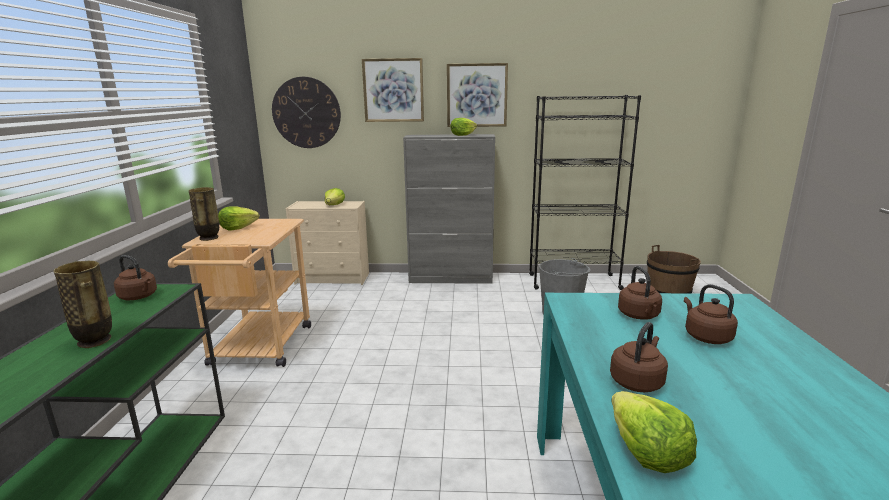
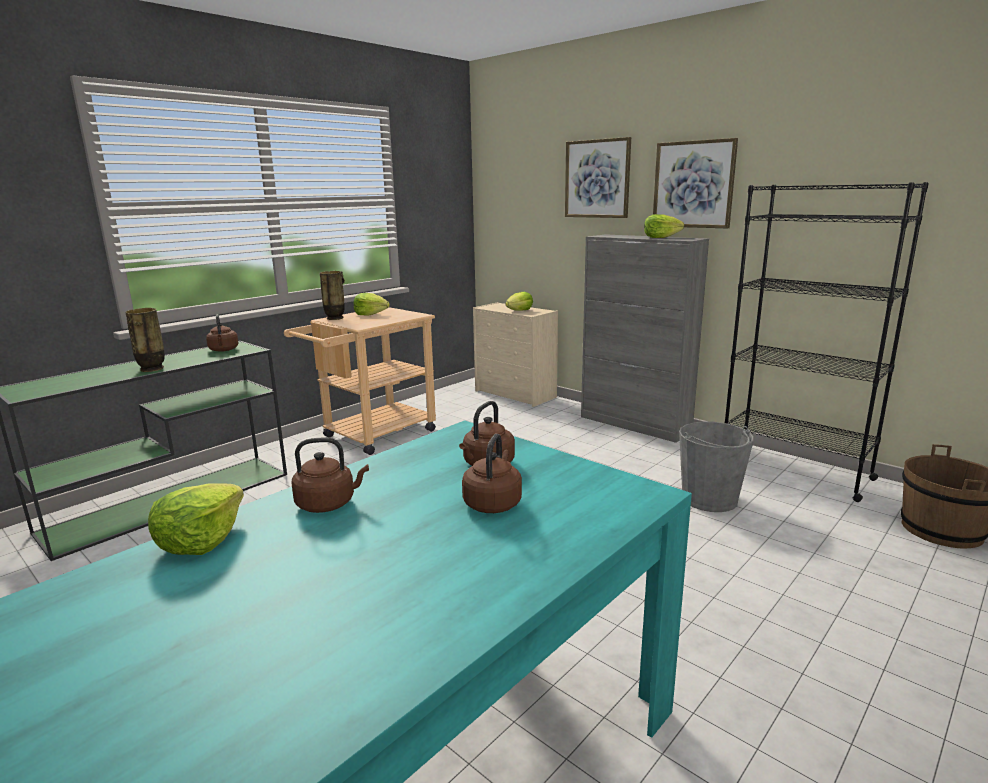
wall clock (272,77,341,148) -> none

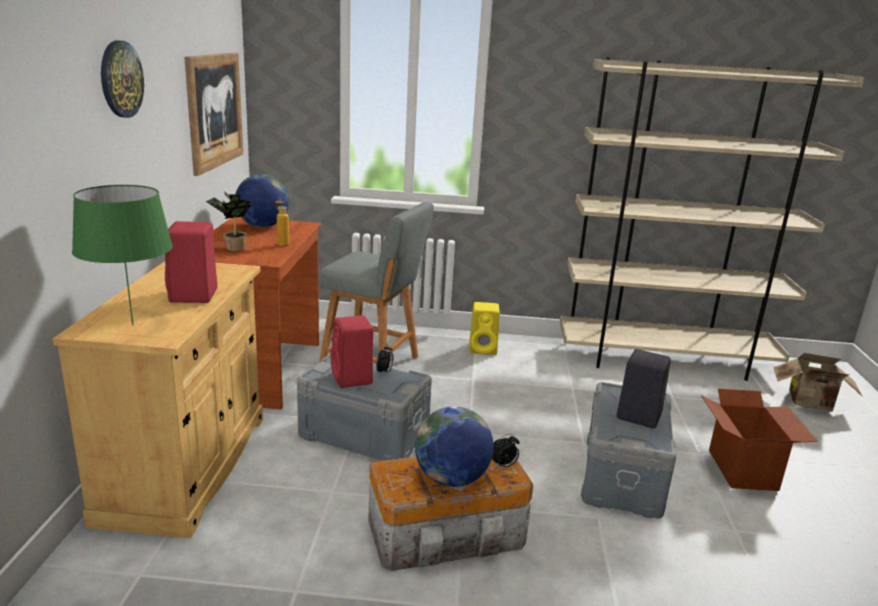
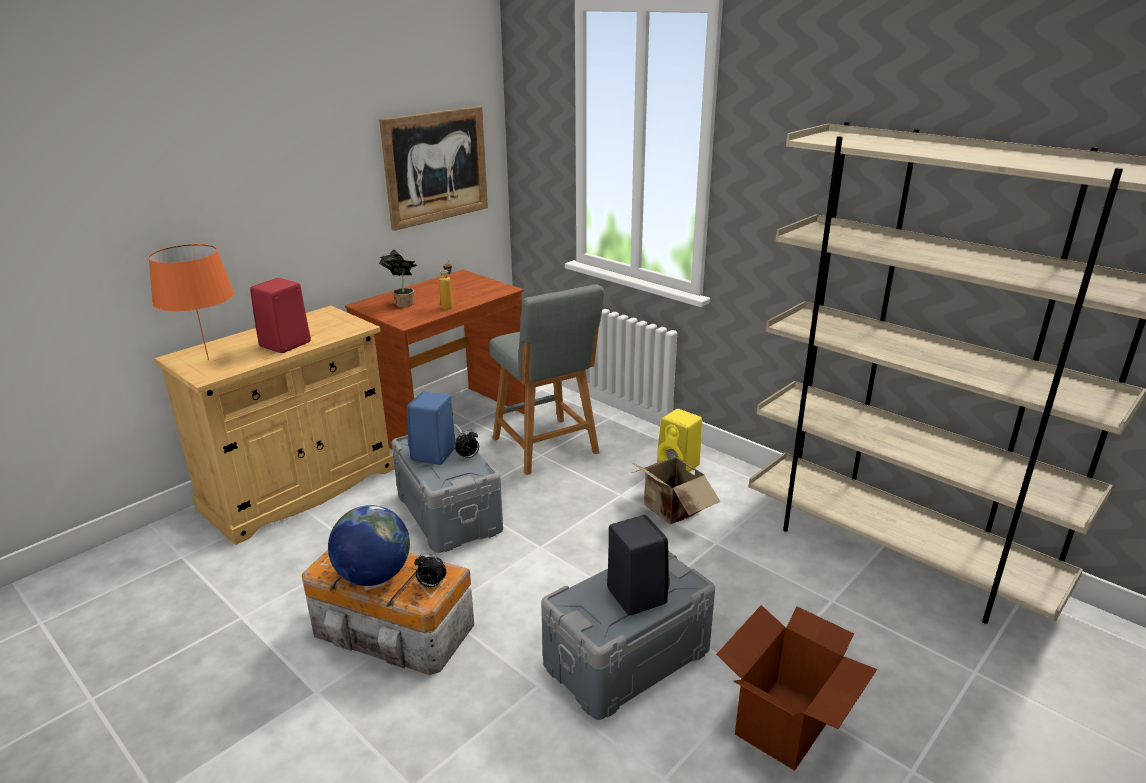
wall clock (101,41,144,118) -> none
globe (235,174,289,227) -> none
cardboard box (773,353,863,412) -> cardboard box (631,450,720,524), shifted
green table lamp (72,185,173,325) -> orangey table lamp (148,244,234,360)
reddish audio speaker (331,315,373,388) -> blue-coloured audio speaker (407,391,456,465)

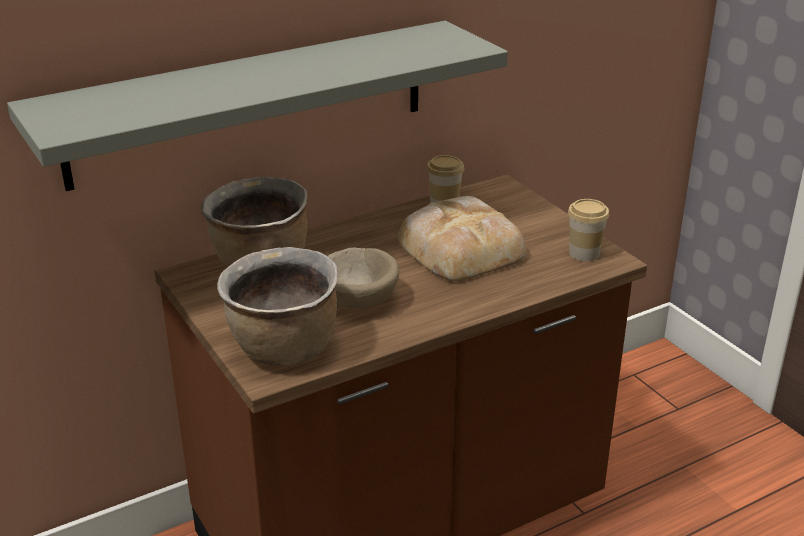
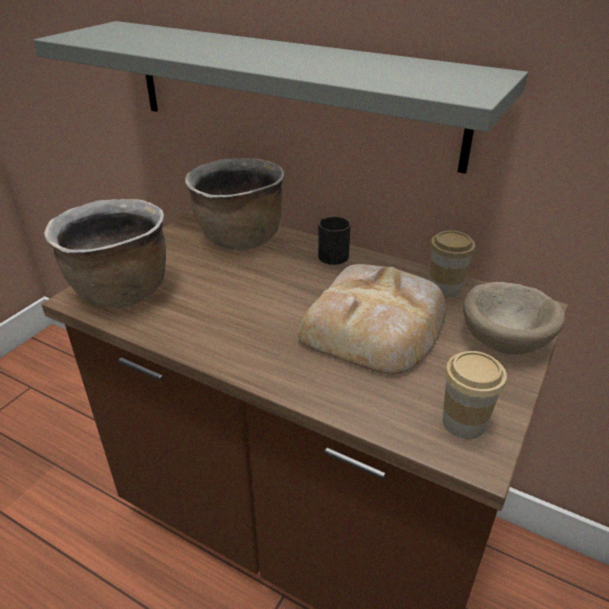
none -> black mug (318,216,350,265)
sand-coloured deep dish (328,247,399,309) -> sand-coloured deep dish (463,282,565,355), shifted

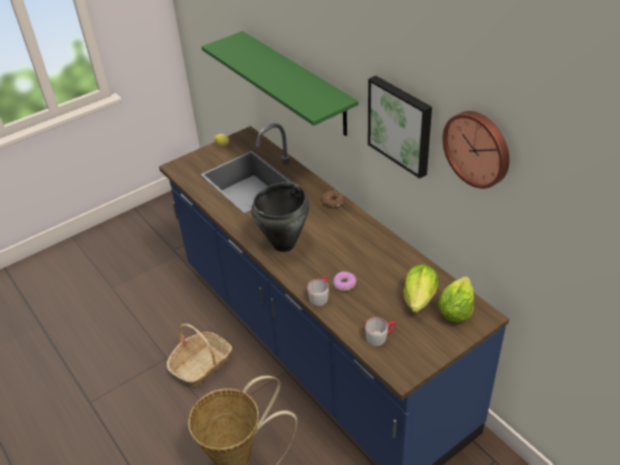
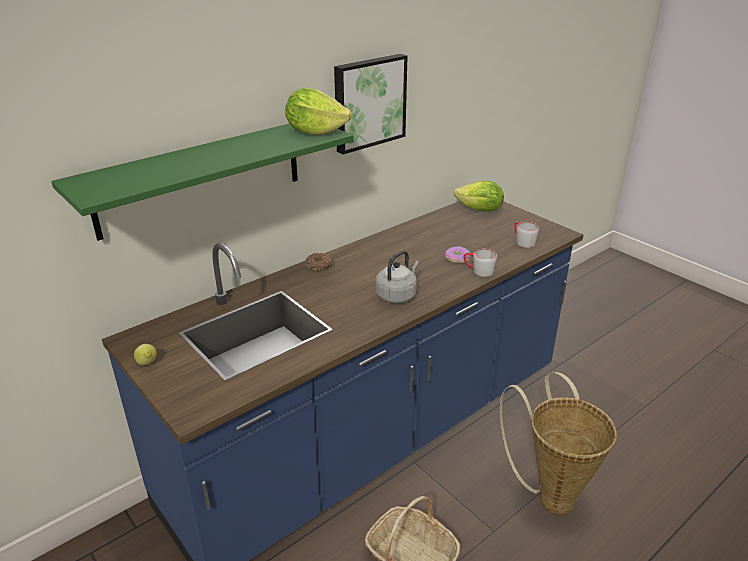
wall clock (442,111,510,189) -> none
lettuce head (403,264,439,313) -> lettuce head (285,88,352,135), shifted
black stockpot (252,182,309,252) -> grey water kettle (376,250,419,303)

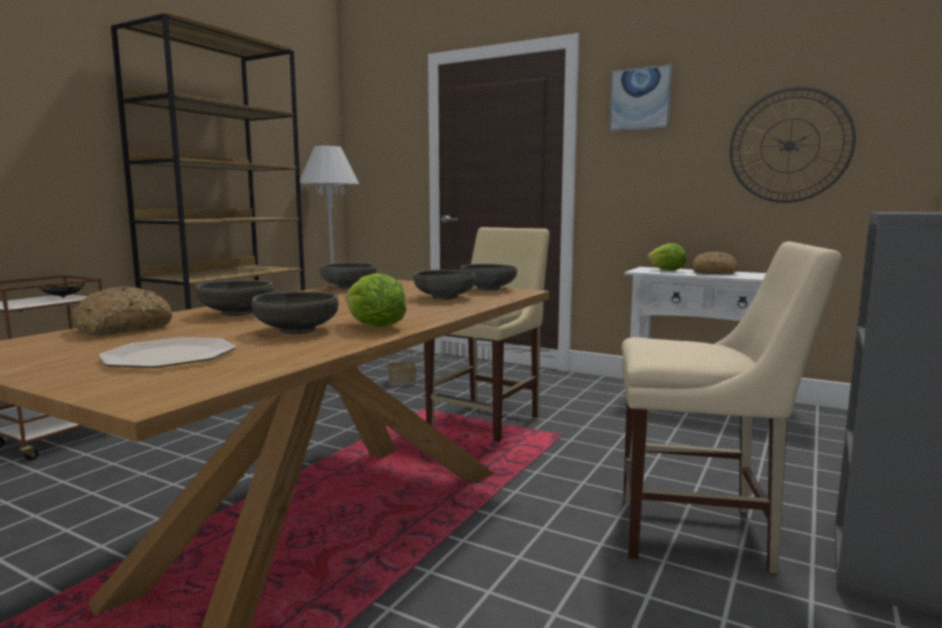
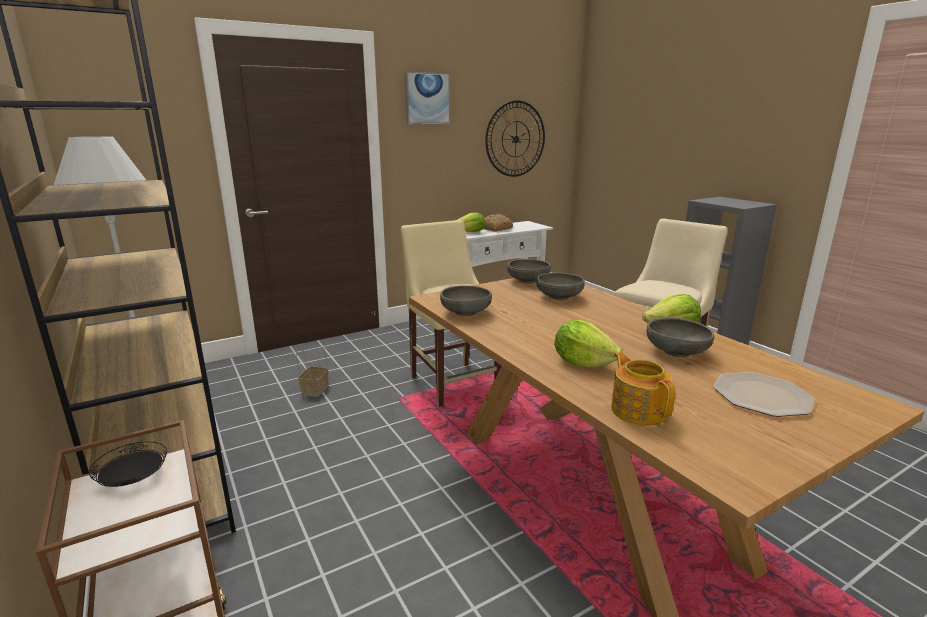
bread (71,287,172,336) -> teapot (611,352,676,426)
grey deep dish (196,280,273,316) -> lettuce head (554,319,623,368)

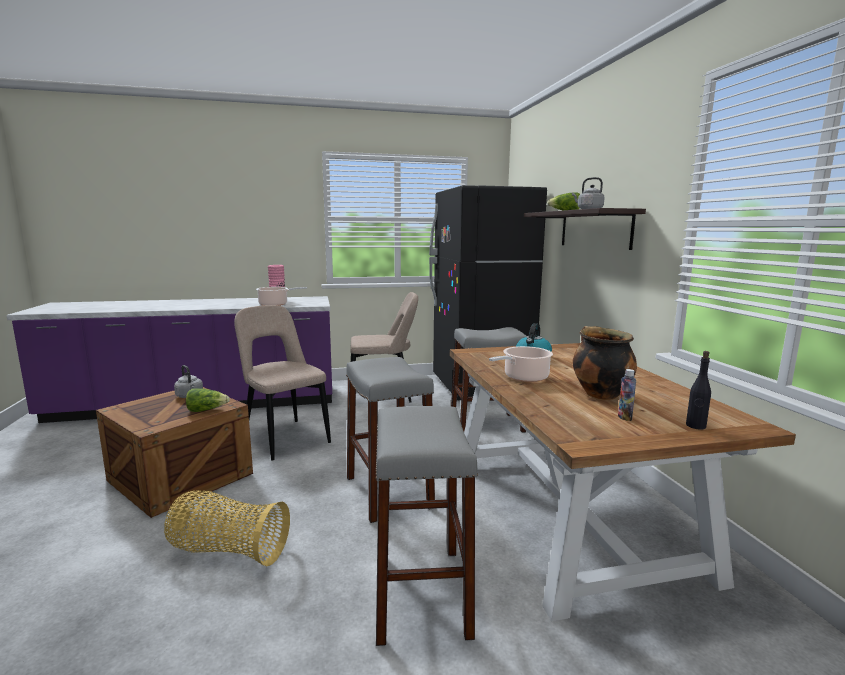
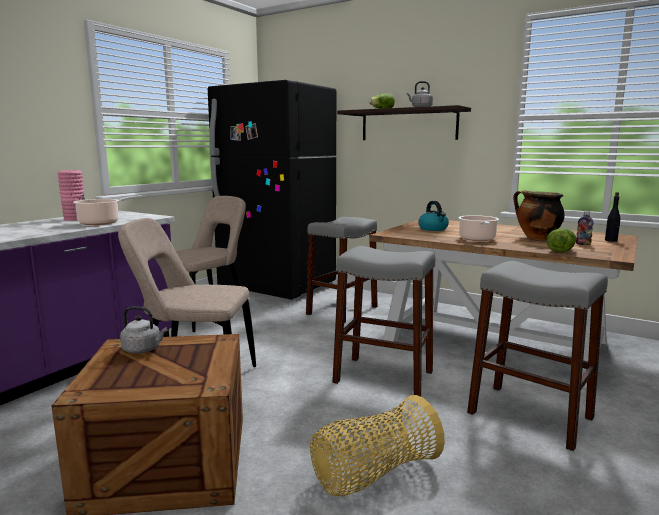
lettuce head (186,388,230,412) -> lettuce head (547,228,577,253), shifted

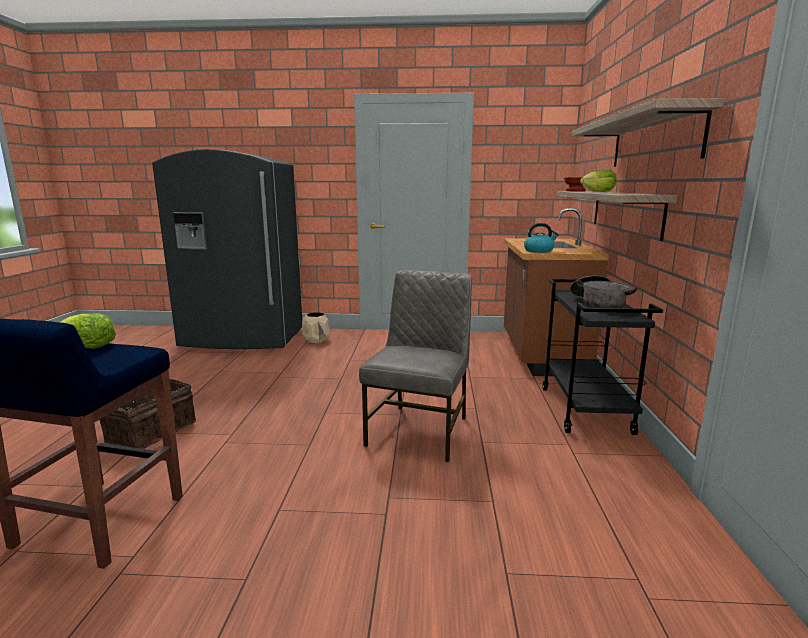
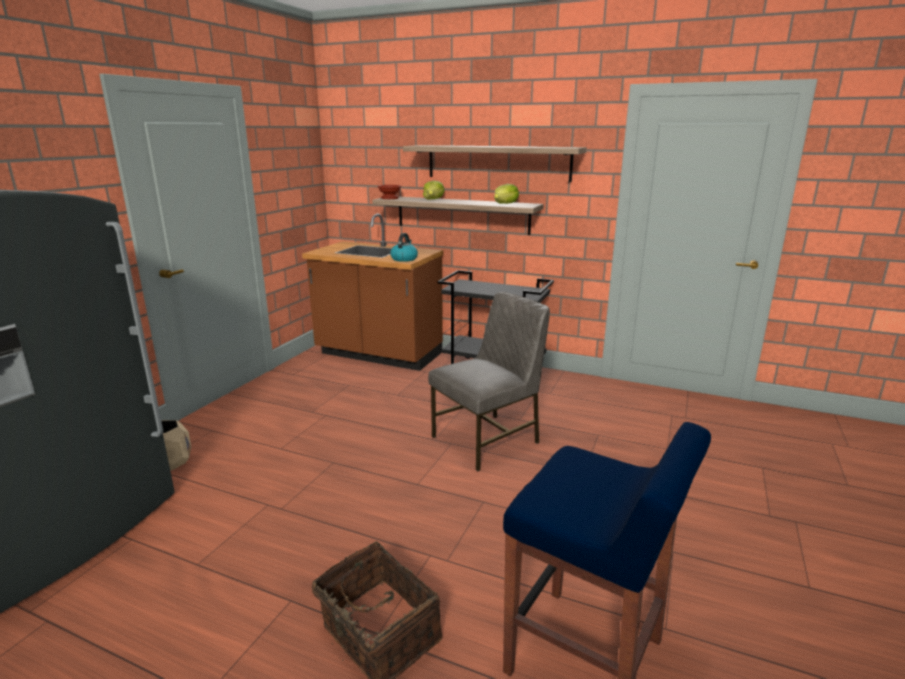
stockpot (570,276,638,308) -> none
lettuce head (61,314,116,349) -> lettuce head (494,184,519,204), shifted
grey plain chair (359,270,472,462) -> grey plain chair (428,292,550,471), 105 degrees clockwise

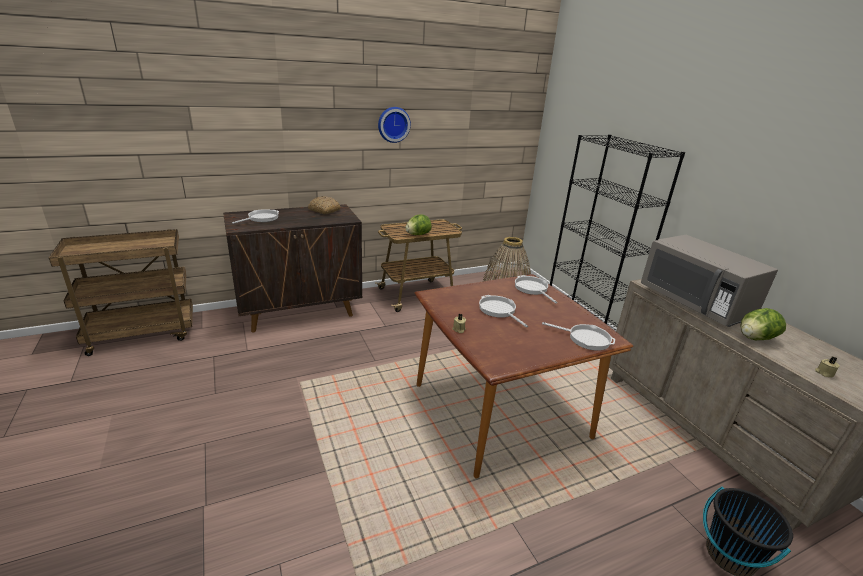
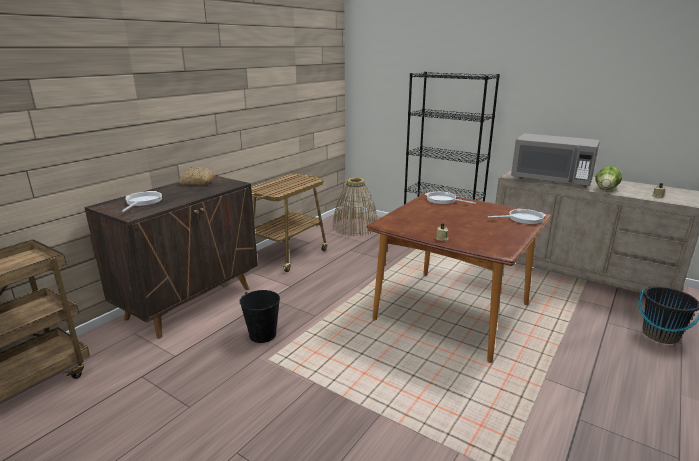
wall clock (378,107,411,143) -> none
lettuce head (405,214,432,235) -> none
pan (479,295,528,328) -> none
none -> black bucket (239,290,280,343)

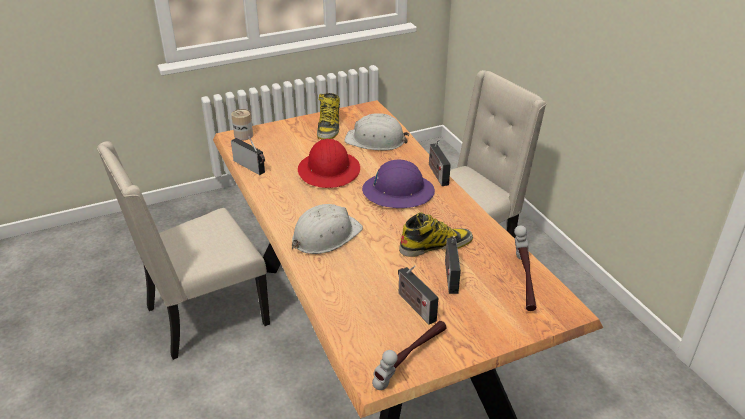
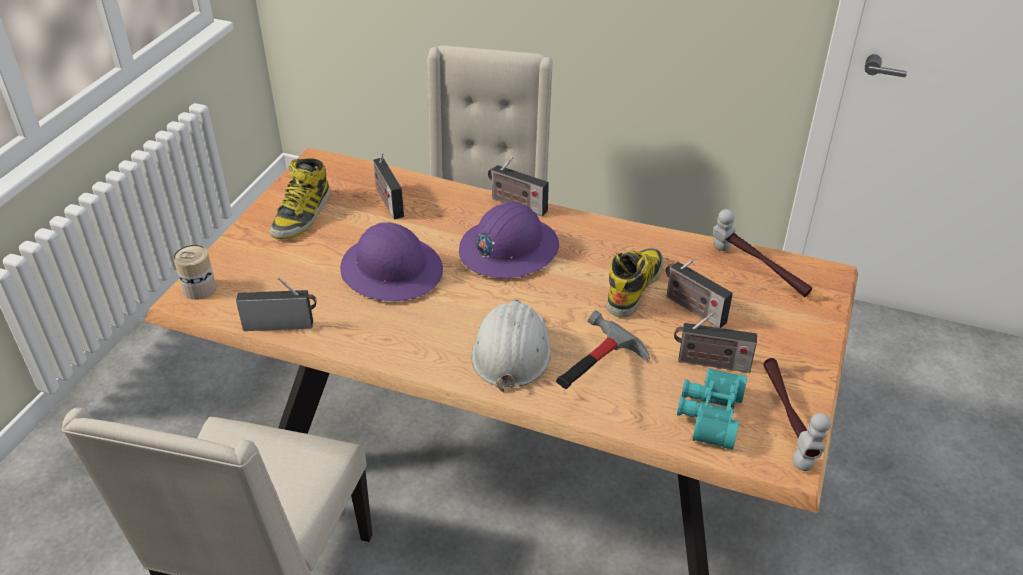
none -> tool hammer (556,310,650,389)
none -> turquoise-coloured binoculars (677,368,747,450)
white-coloured safety helmet (345,113,409,151) -> radio (373,152,404,219)
reddish safety helmet (298,139,360,188) -> purple-coloured safety helmet (340,222,443,301)
high-top boot (317,93,340,140) -> high-top boot (270,158,331,240), 60 degrees clockwise

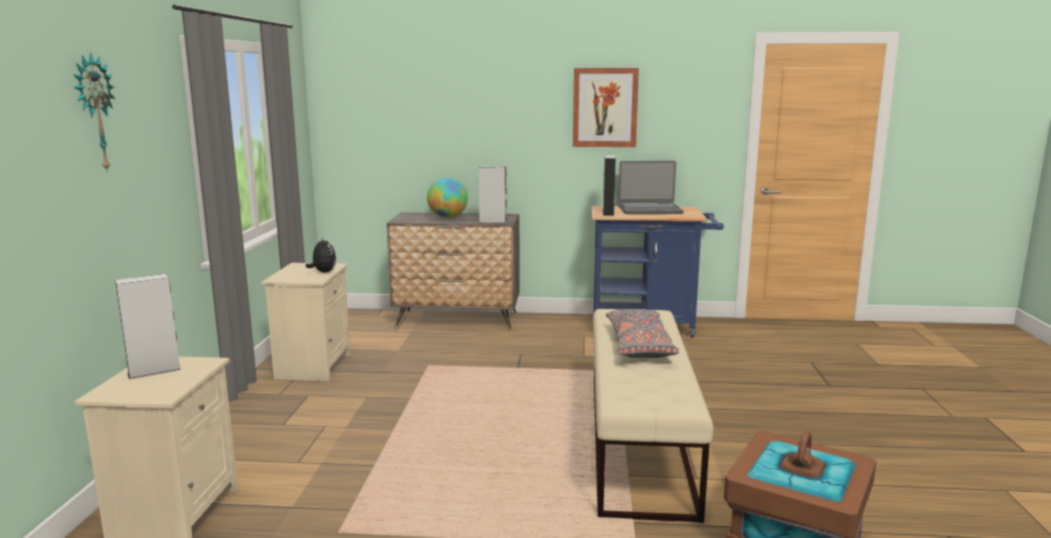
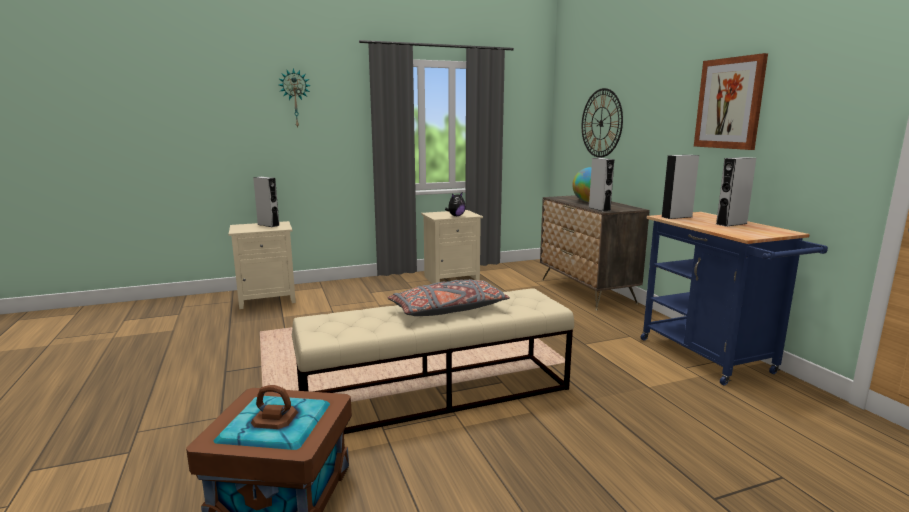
none -> wall clock (582,88,623,158)
portable computer (618,161,683,214) -> grey audio speaker (716,157,756,227)

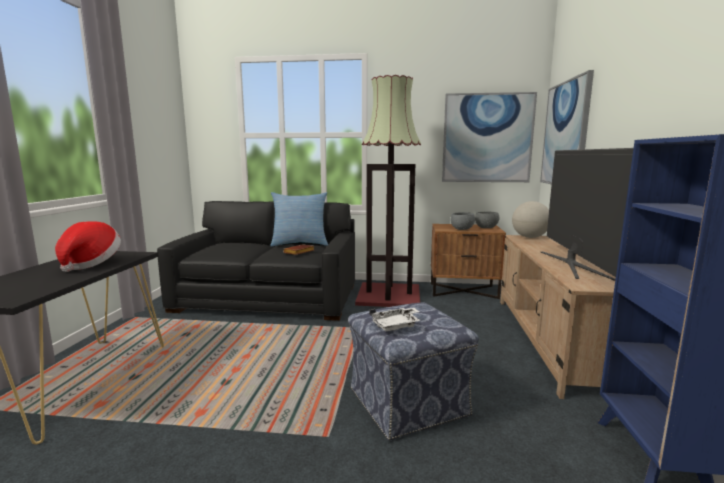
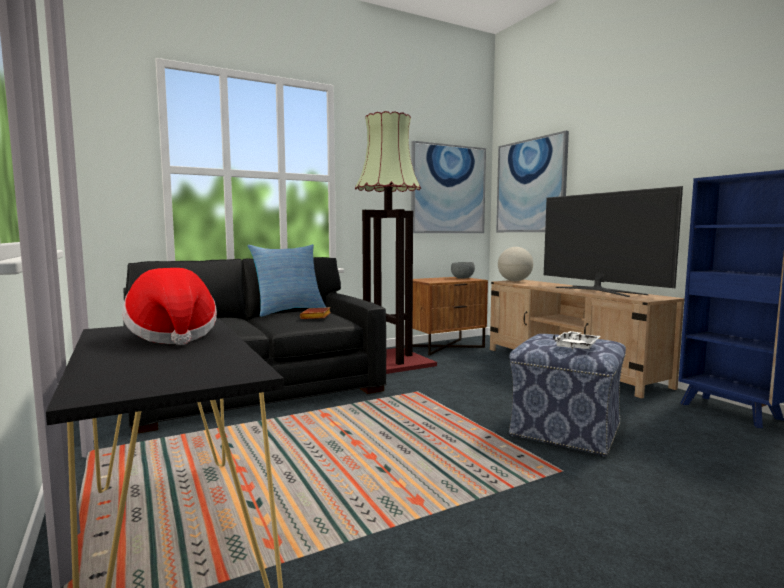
grey deep dish (451,212,475,230) -> none

